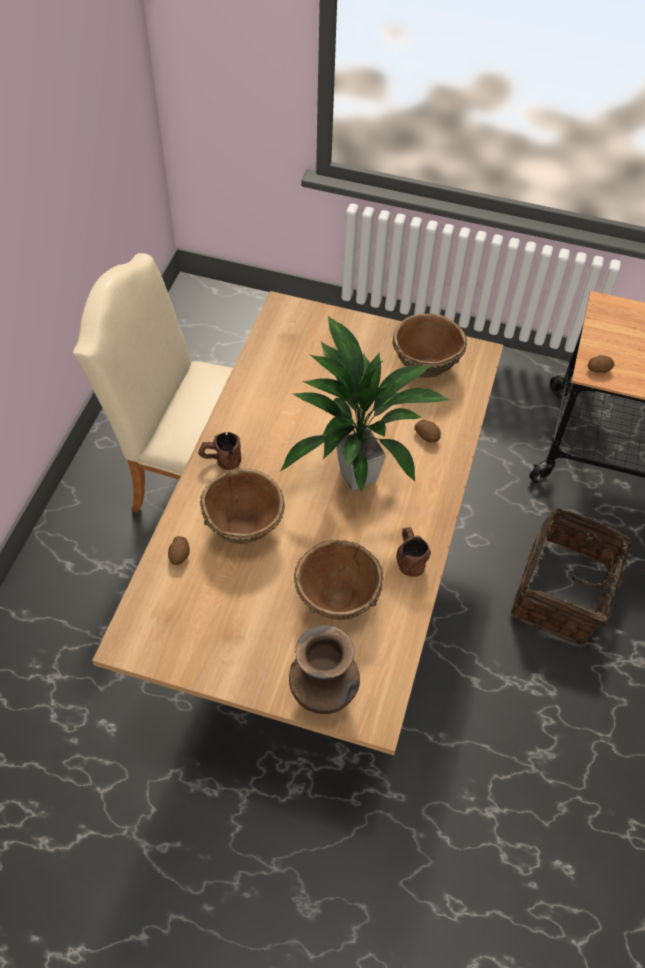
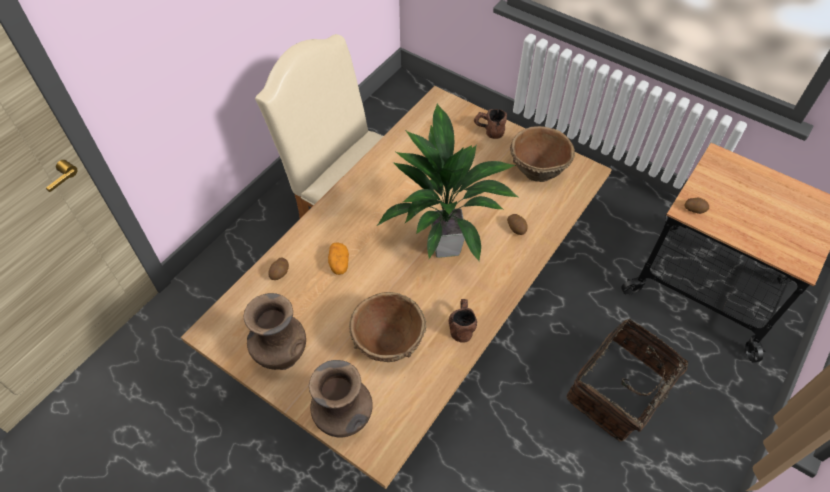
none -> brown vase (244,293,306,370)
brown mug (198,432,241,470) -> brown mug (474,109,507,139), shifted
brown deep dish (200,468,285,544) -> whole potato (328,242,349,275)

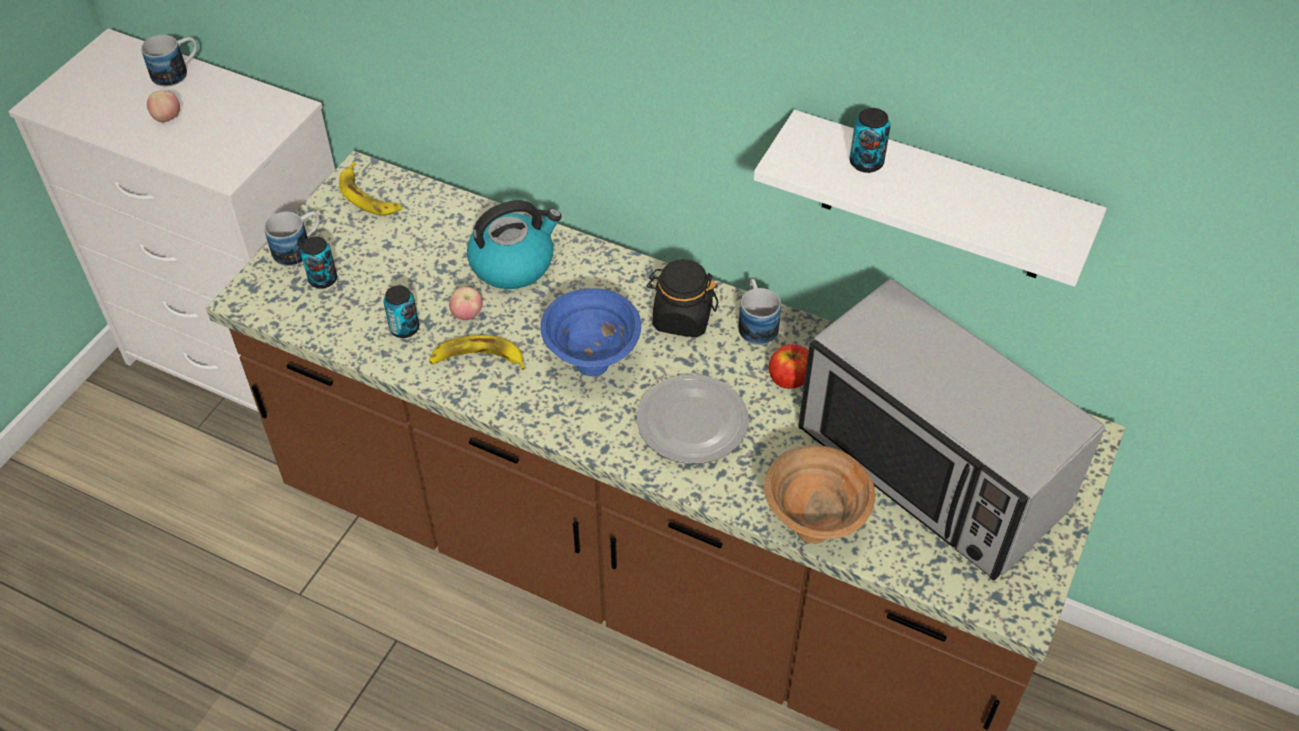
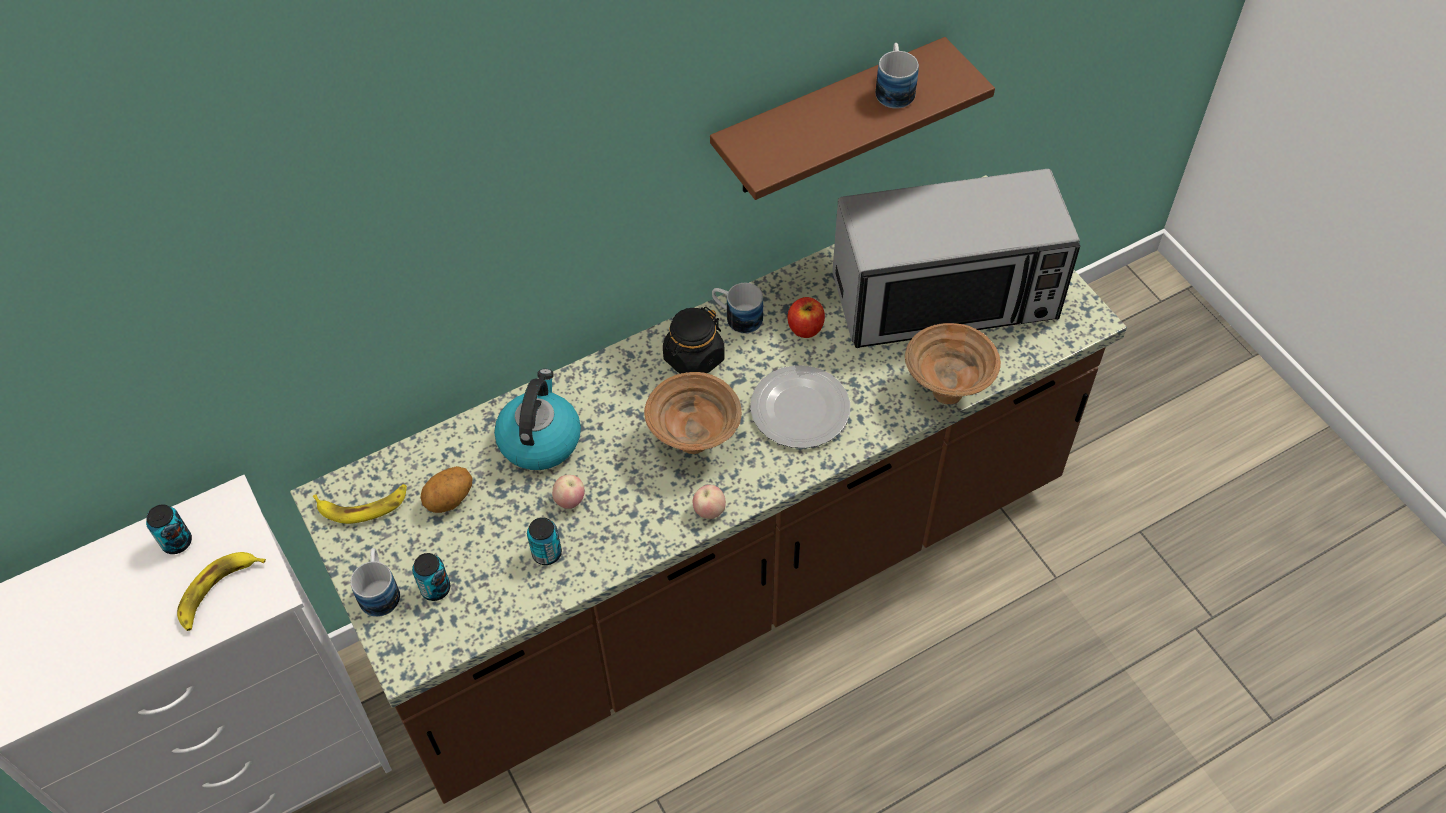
none -> whole potato (421,466,472,513)
mug (141,35,197,87) -> mug (875,43,919,109), shifted
whole apple (147,90,180,122) -> whole apple (693,485,726,519), shifted
banana (429,335,526,370) -> banana (177,552,266,631), shifted
can (849,108,890,173) -> can (146,504,192,554), shifted
blue-coloured deep dish (540,288,641,376) -> brown deep dish (644,372,742,454)
white-coloured bracket shelf (754,110,1106,287) -> brown bracket shelf (710,37,995,200)

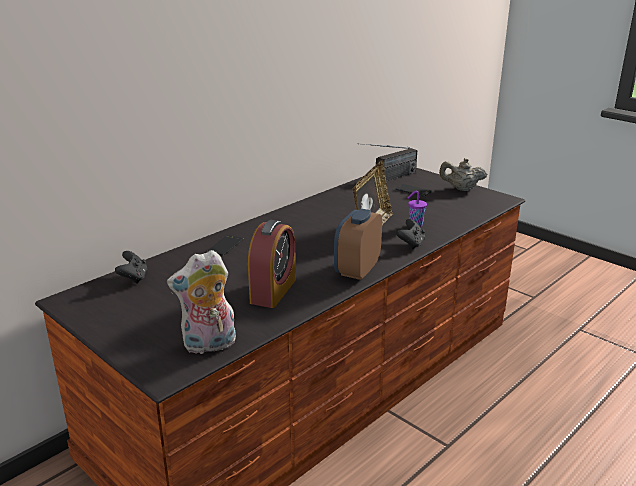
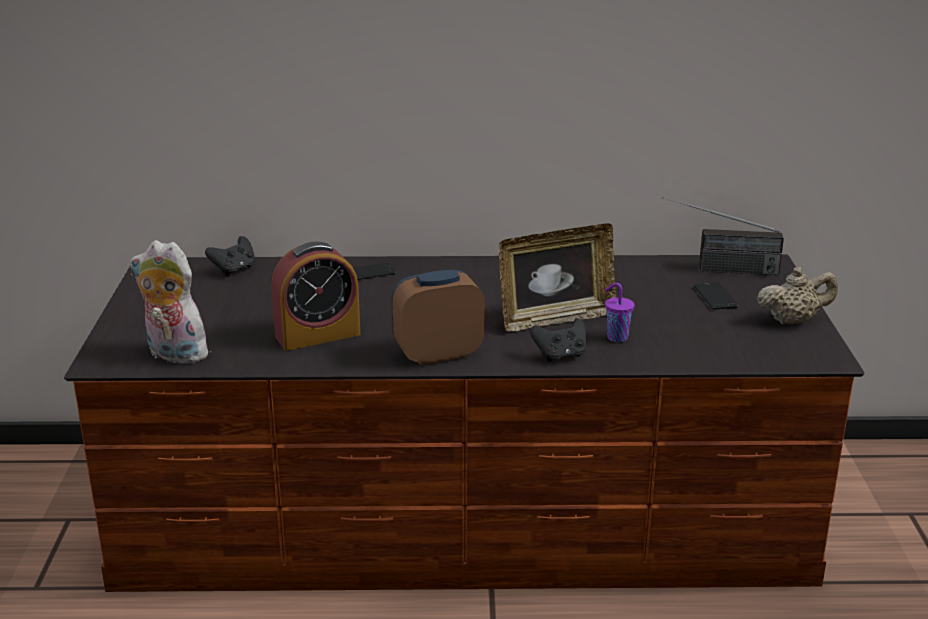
sand-coloured teapot (439,158,487,191) -> sand-coloured teapot (757,267,838,324), 120 degrees clockwise

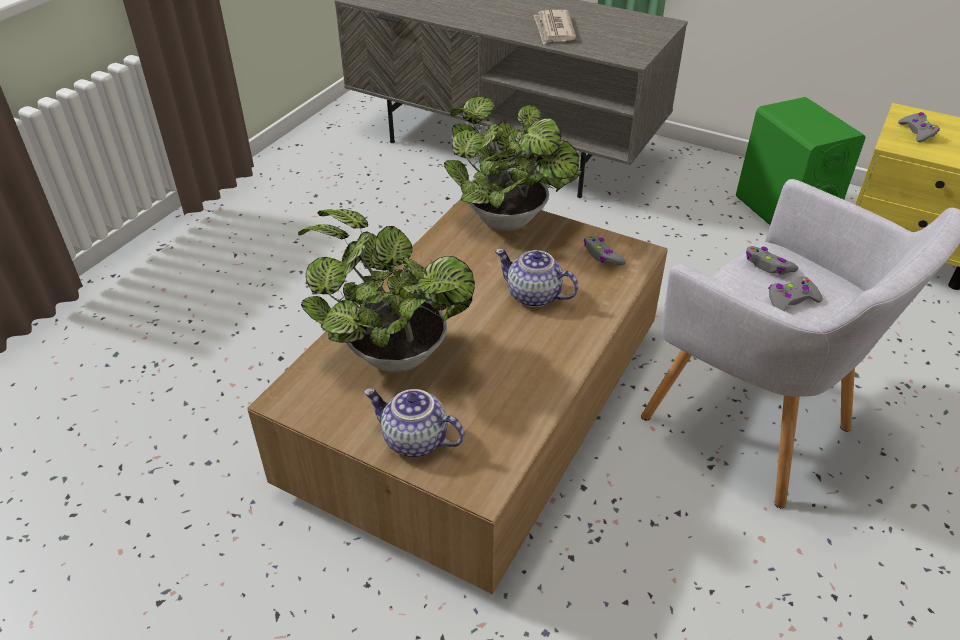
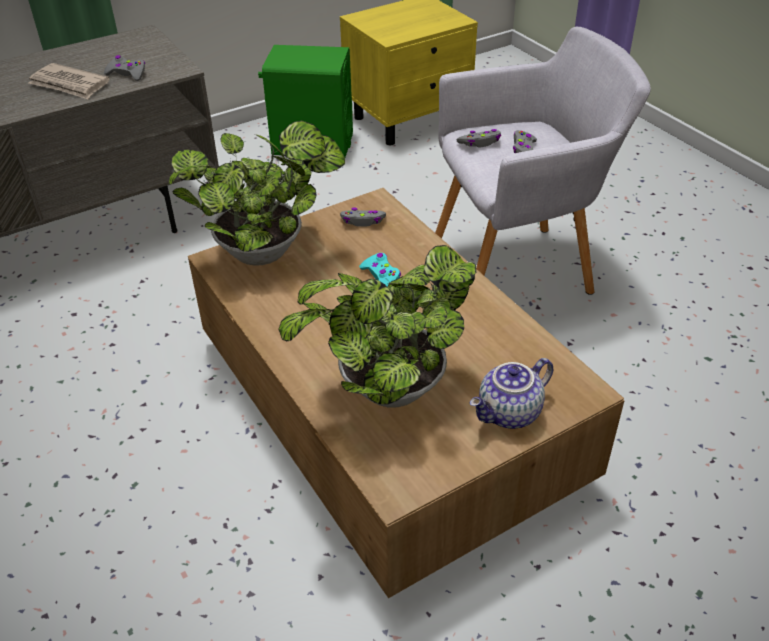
grey game controller (898,112,940,142) -> grey game controller (104,55,145,81), shifted
teapot (495,249,579,307) -> turquoise-coloured game controller (359,253,401,286)

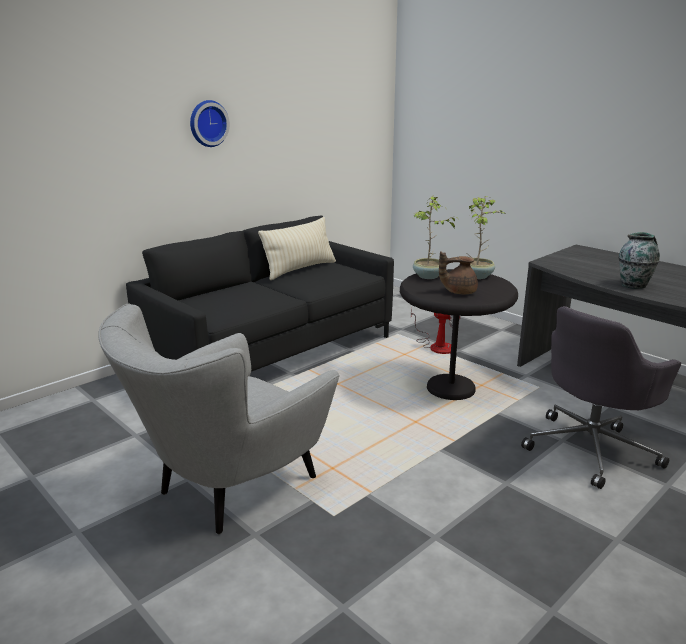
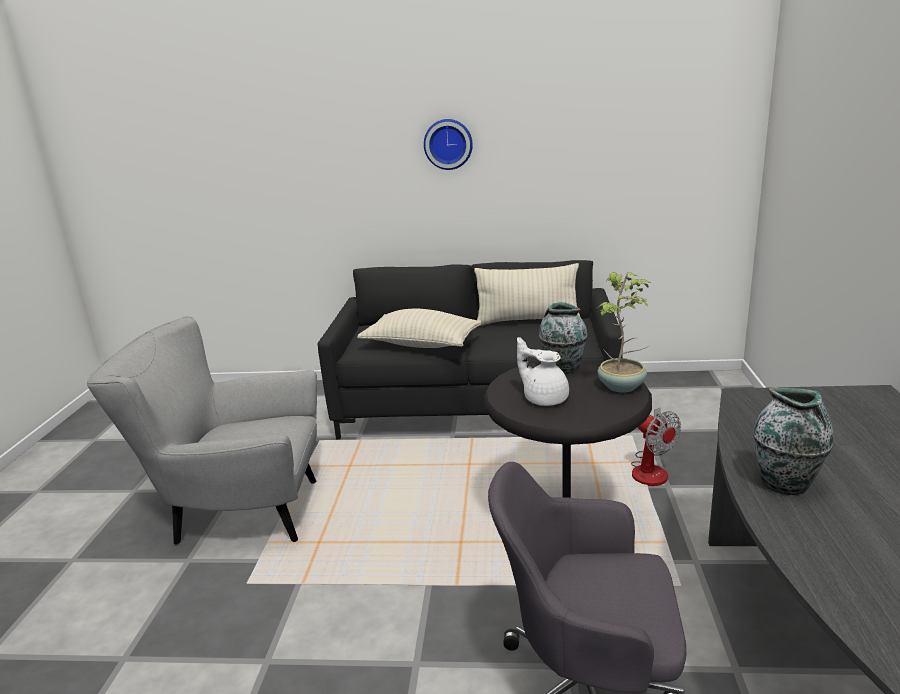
none -> sand-coloured pillow (357,309,482,348)
potted plant (413,195,460,279) -> vase (539,302,588,374)
brown teapot (439,251,478,294) -> white-coloured teapot (517,337,569,406)

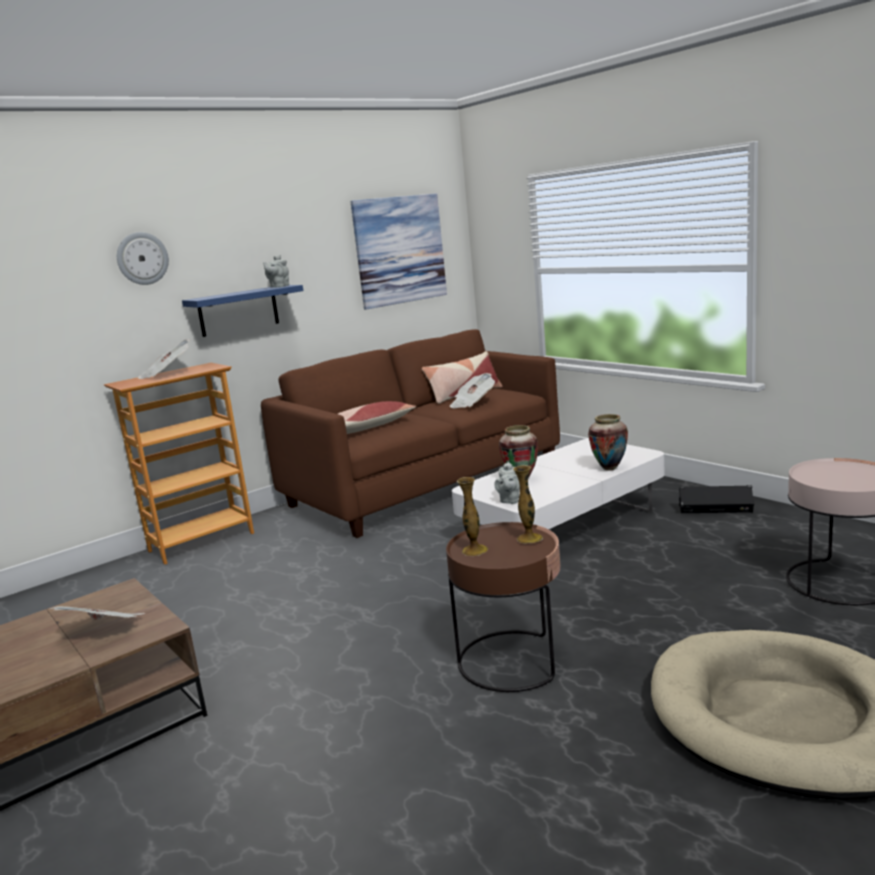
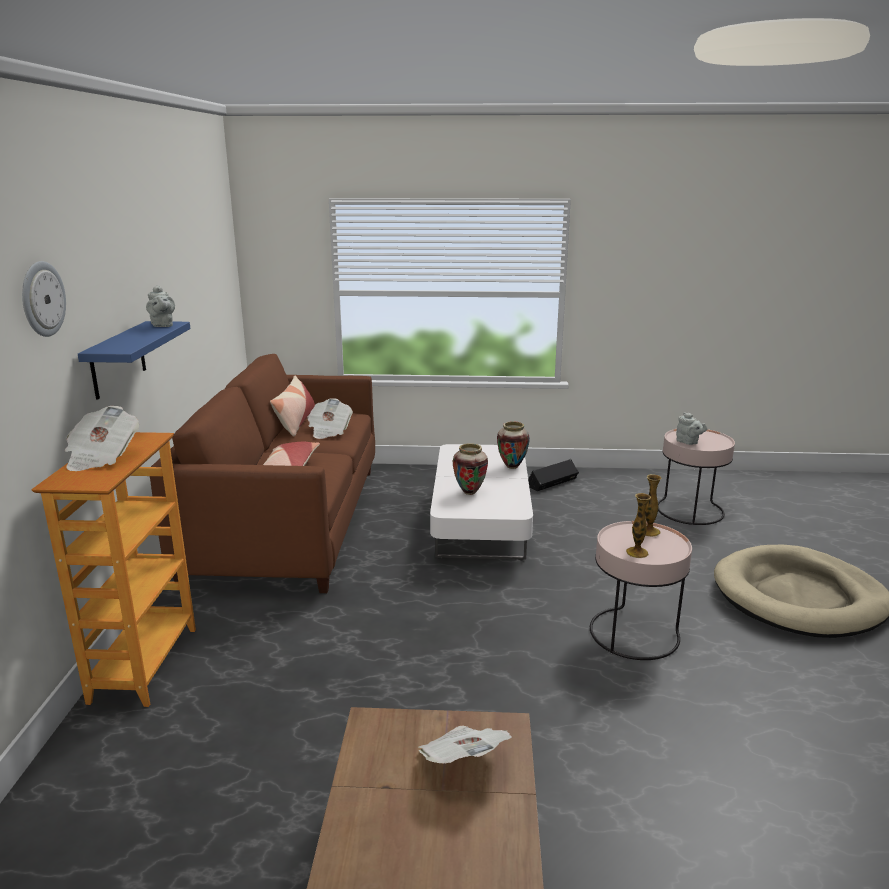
picture (351,193,447,309) -> none
grey teapot (494,461,520,504) -> grey teapot (676,412,707,445), shifted
brown accent table (446,522,560,692) -> pinkish accent table (590,521,692,660)

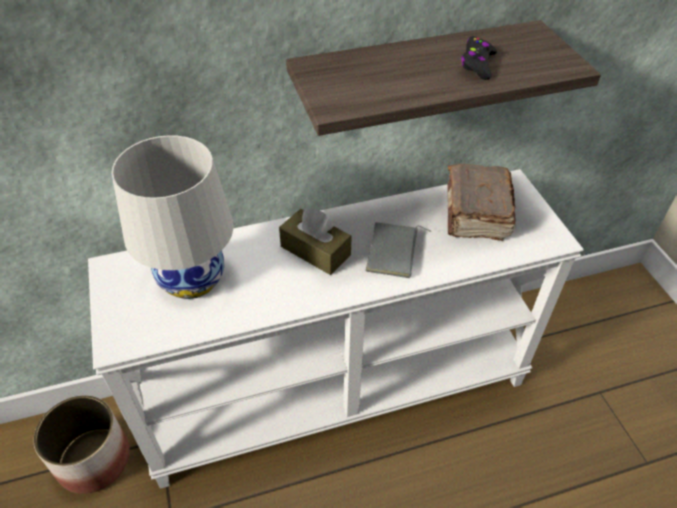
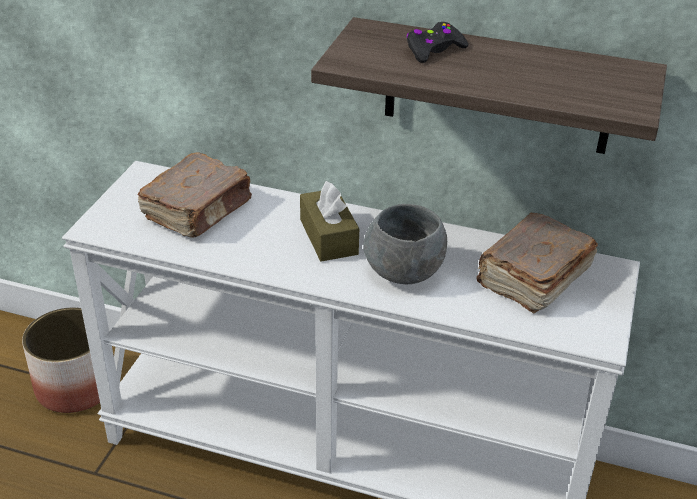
black game controller (461,36,497,80) -> black game controller (406,22,468,63), shifted
white-coloured table lamp (111,135,234,299) -> brown volume (137,153,252,238)
grey volume (366,222,431,278) -> grey deep dish (363,204,447,284)

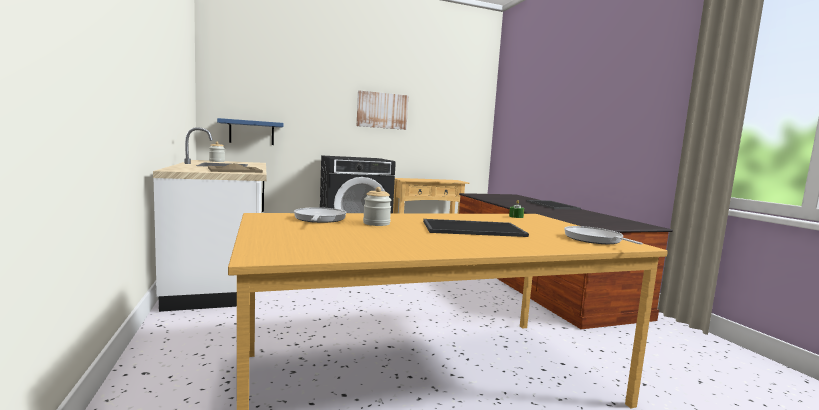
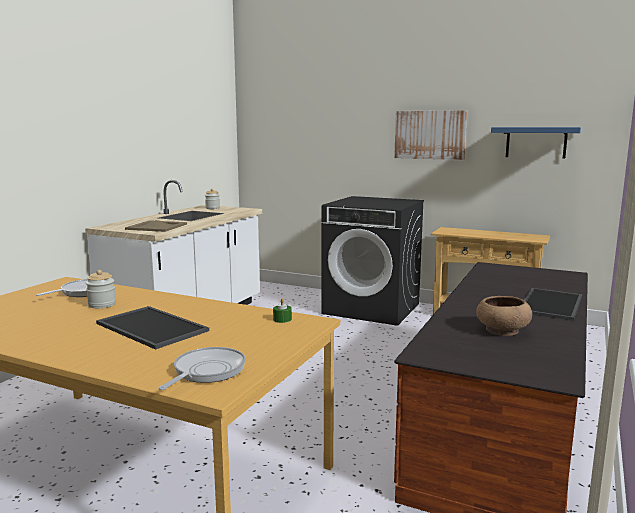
none -> brown deep dish (476,296,532,336)
blue-coloured bracket shelf (217,118,284,145) -> blue-coloured bracket shelf (491,127,581,158), shifted

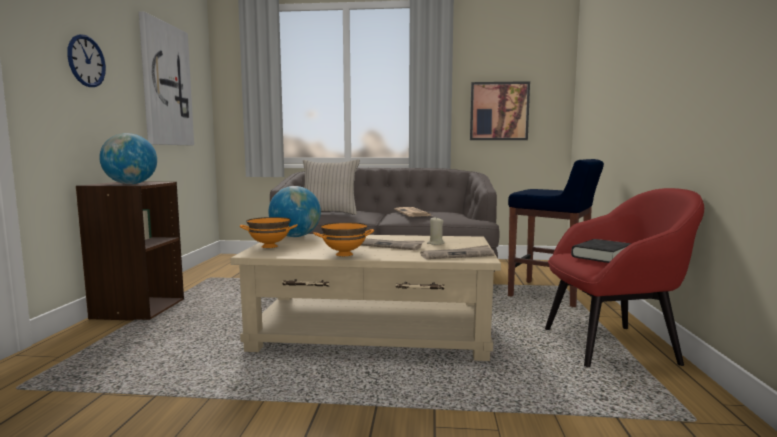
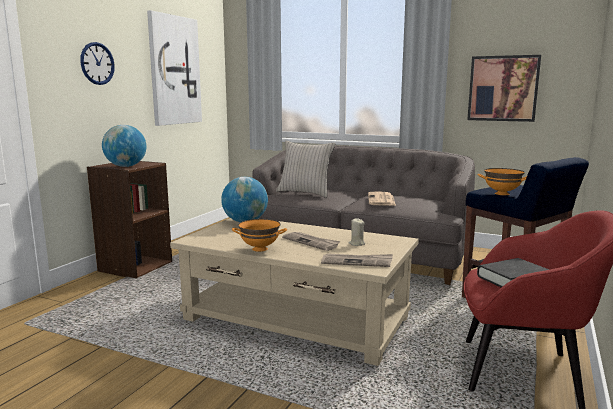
orangey deep dish (240,217,298,248) -> orangey deep dish (478,168,527,195), shifted

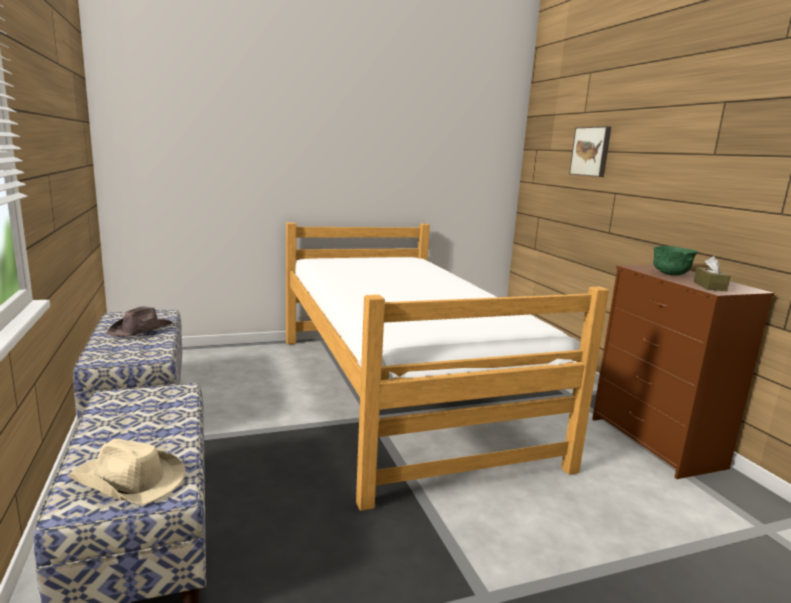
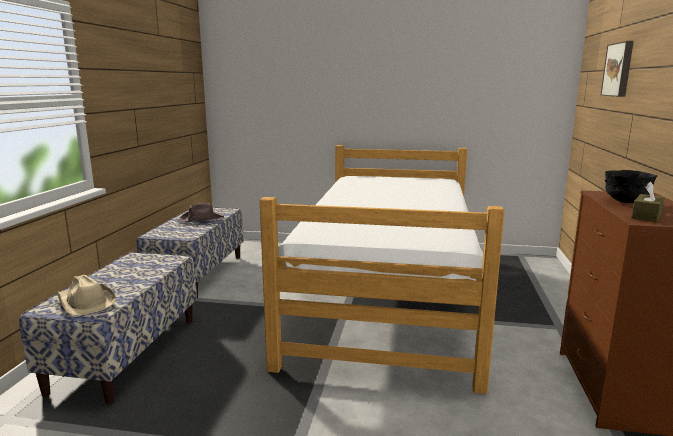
green deep dish (653,246,698,276) -> black deep dish (604,170,657,203)

